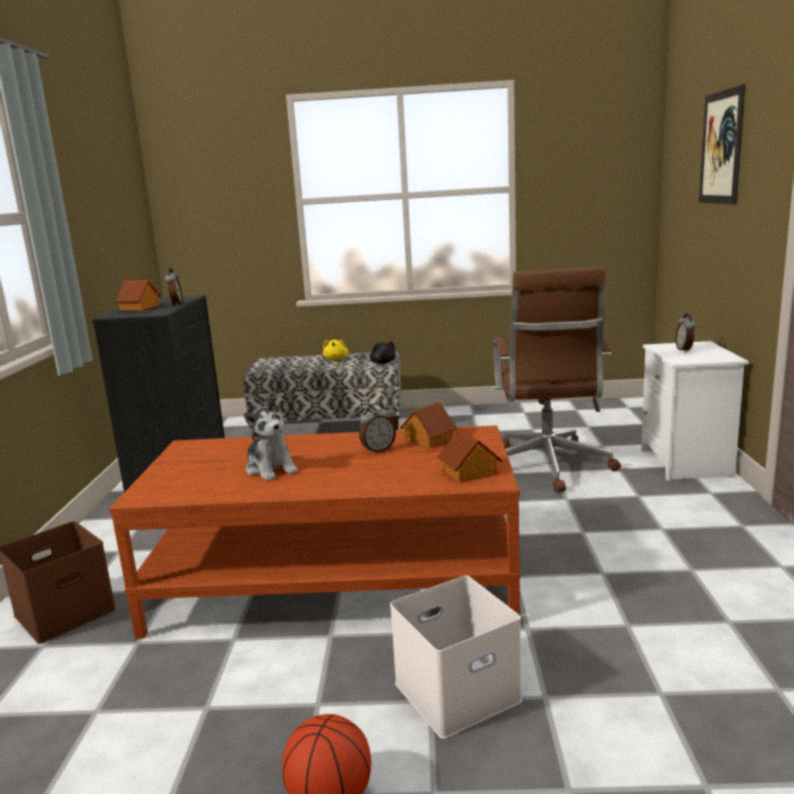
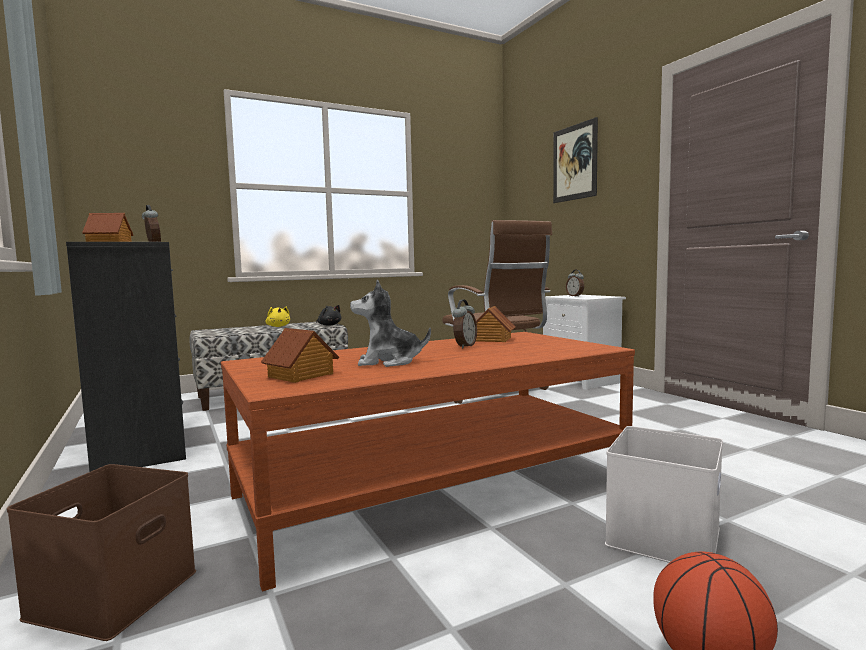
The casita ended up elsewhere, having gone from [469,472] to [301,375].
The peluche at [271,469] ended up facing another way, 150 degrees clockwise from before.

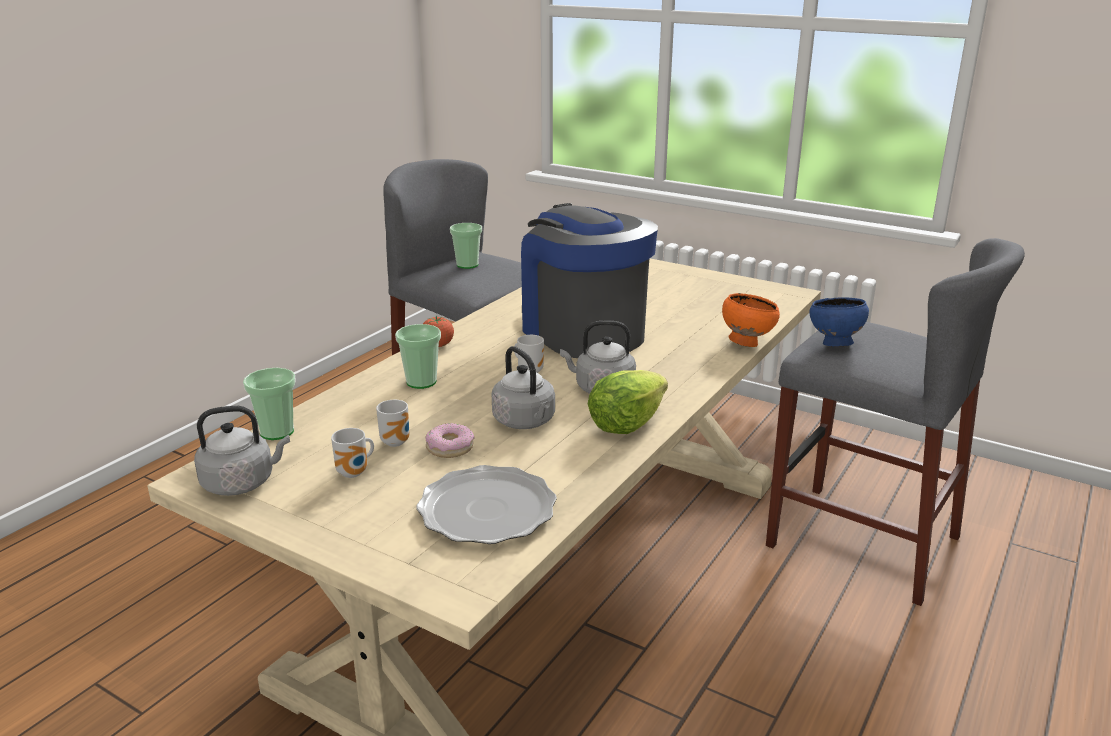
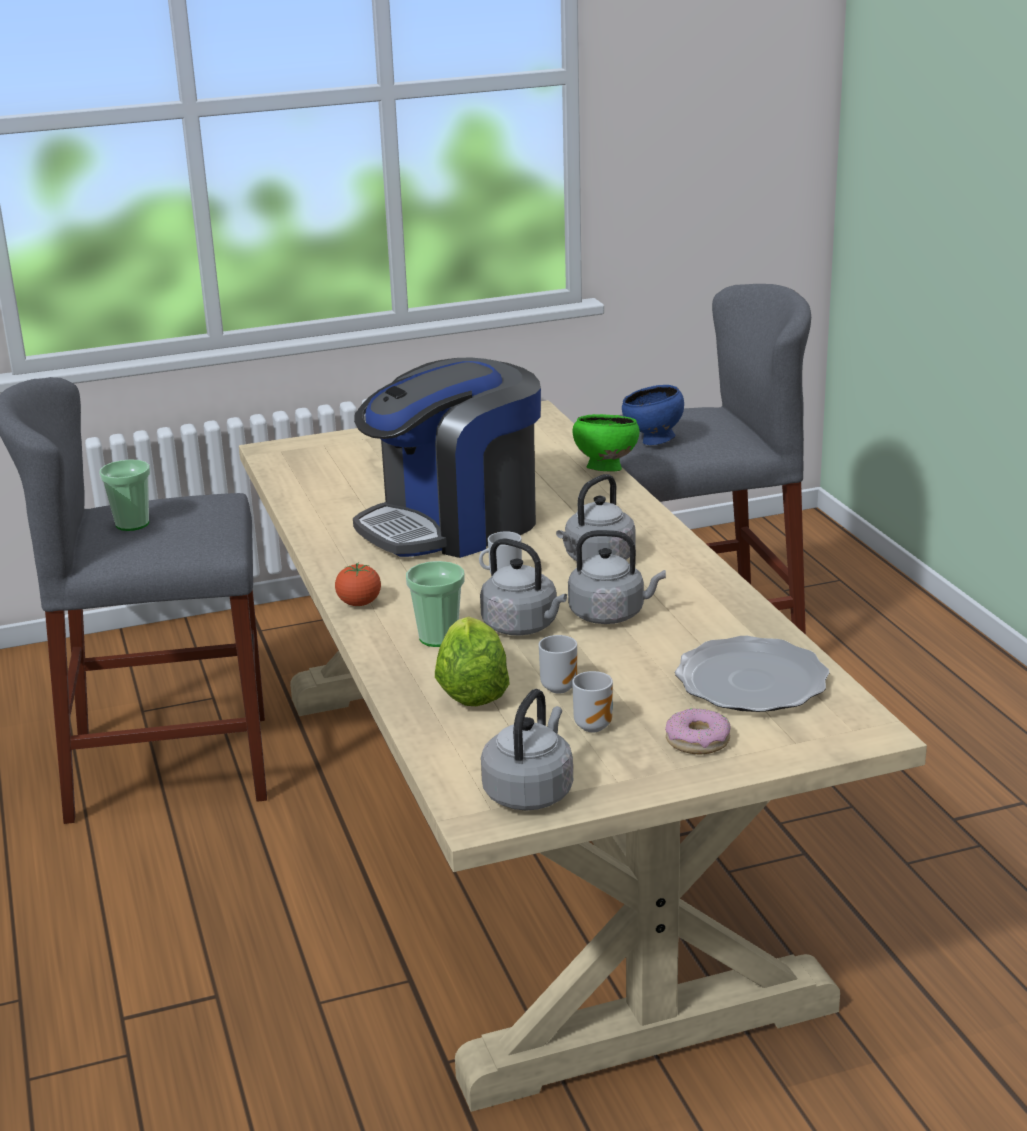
The second view lost the taza at [277,432].
The second view gained the hervidor (gris) at [523,626].
The rosquilla ended up elsewhere, having gone from [449,447] to [697,741].
The lechuga ended up elsewhere, having gone from [626,424] to [471,691].
What was the cuenco (naranja) at [746,343] turned into the cuenco (verde) at [604,469].
The cafetera at [582,331] ended up facing another way, 45 degrees counterclockwise from before.

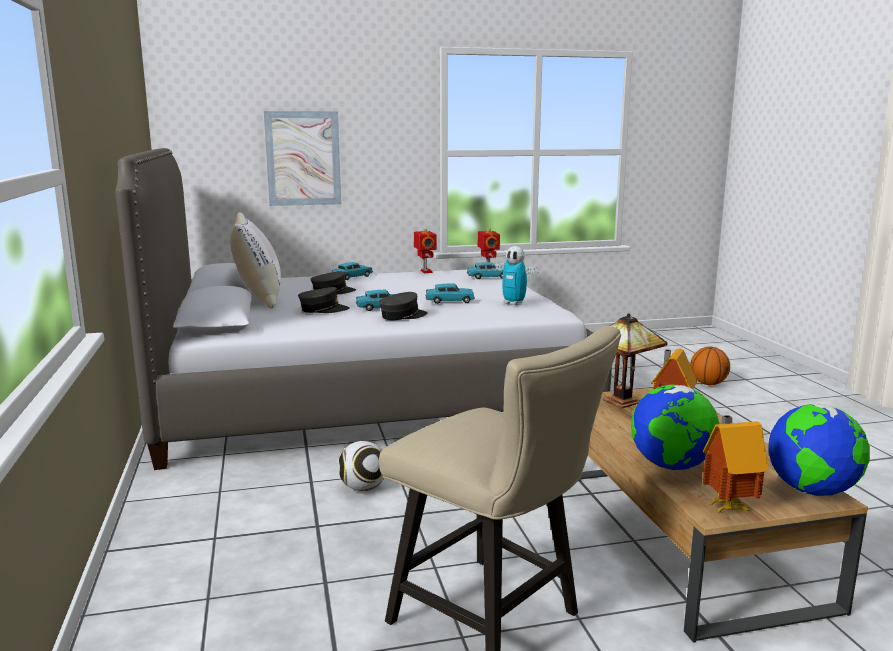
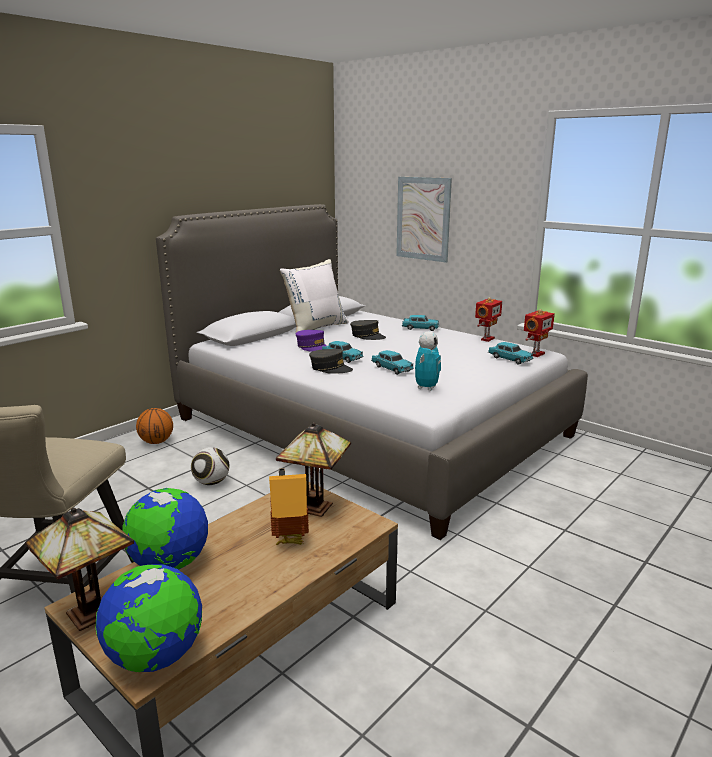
The balón de baloncesto ended up elsewhere, having gone from [708,384] to [156,442].
Where the casita stood at [727,507], the lámpara de mesa came to stand at [93,610].
What was the gorra (gris) at [323,309] turned into the gorra (morado) at [312,347].
The robot de juguete at [514,303] ended up facing another way, 150 degrees counterclockwise from before.

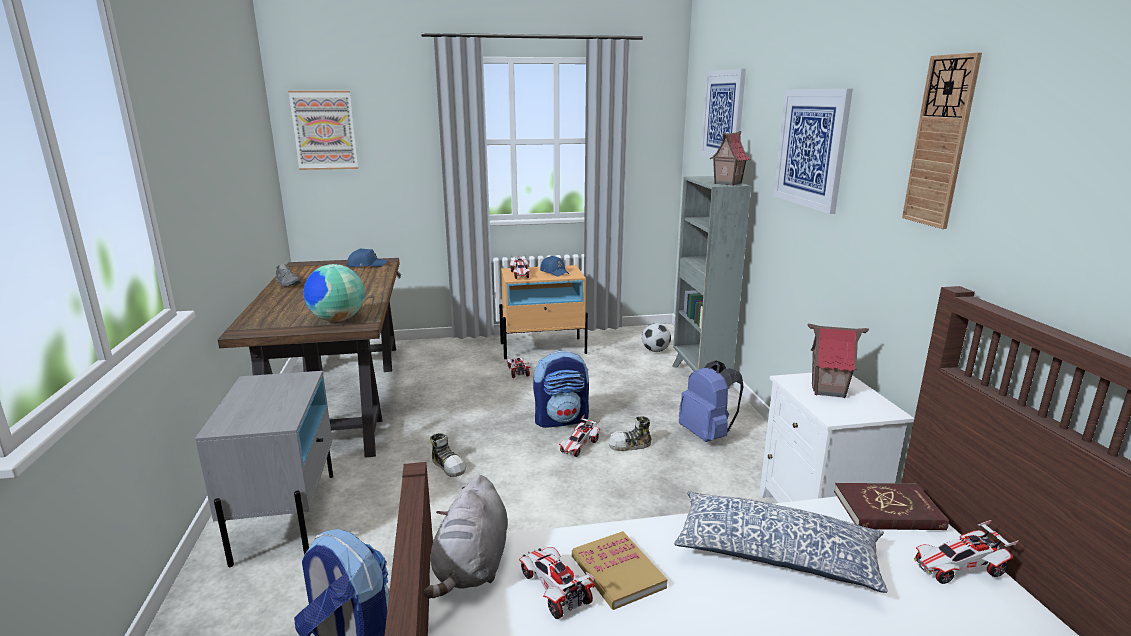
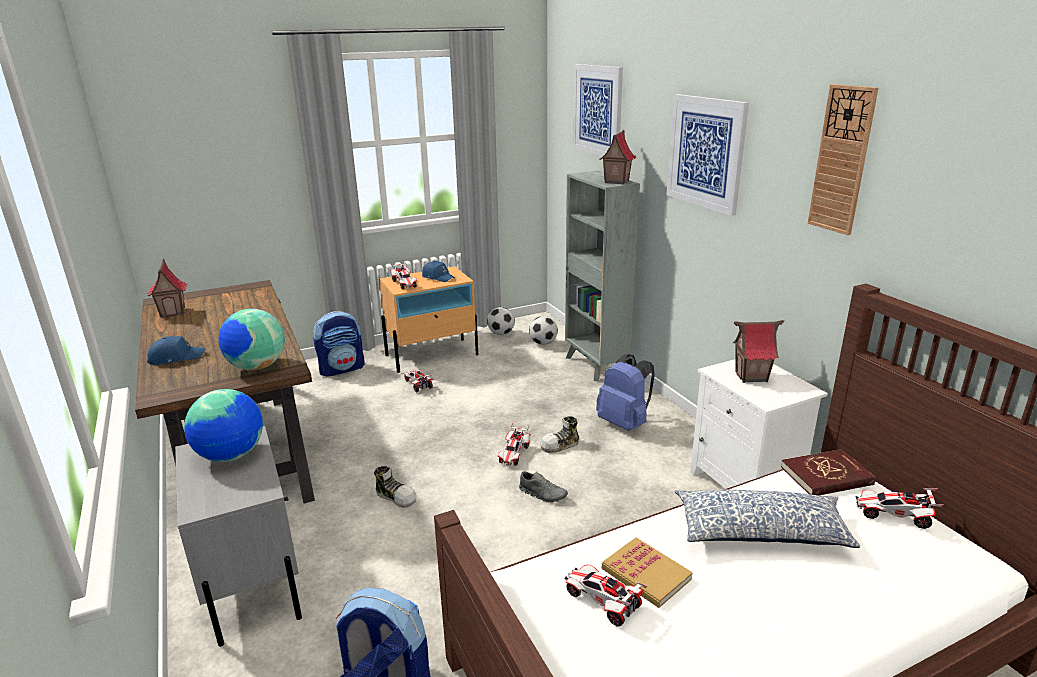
The second view lost the cuadro at [324,130].
The second view lost the peluche (gris) at [472,566].
The second view gained the casita at [173,312].
The second view gained the globo terráqueo at [231,455].
The second view gained the balón de fútbol at [501,333].
The zapato (gris) ended up elsewhere, having gone from [288,284] to [543,494].
The gorra (azul) ended up elsewhere, having gone from [366,265] to [176,357].
The mochila ended up elsewhere, having gone from [561,420] to [342,369].
The coche de juguete at [958,569] ended up facing another way, 45 degrees clockwise from before.

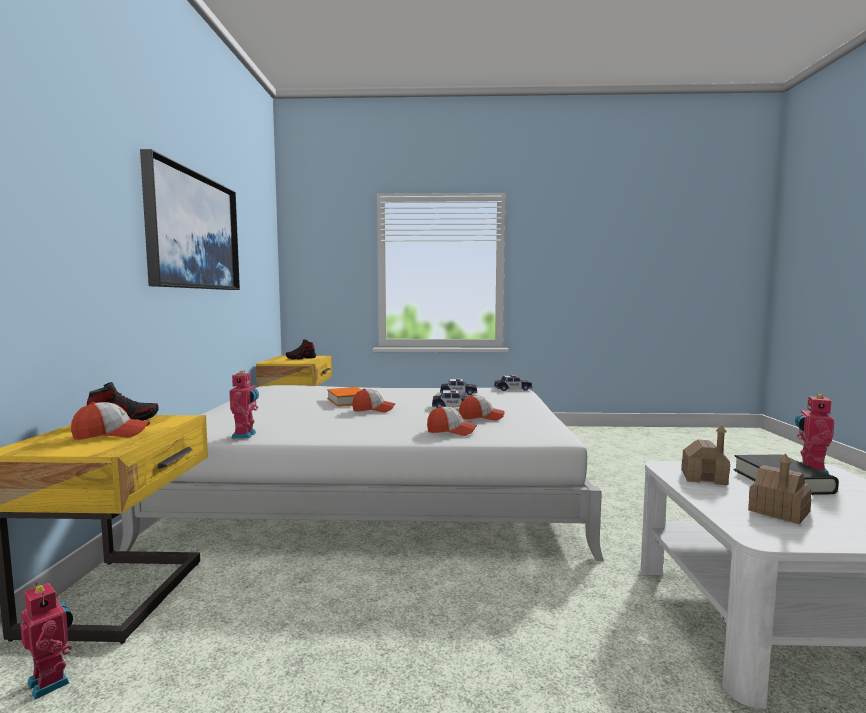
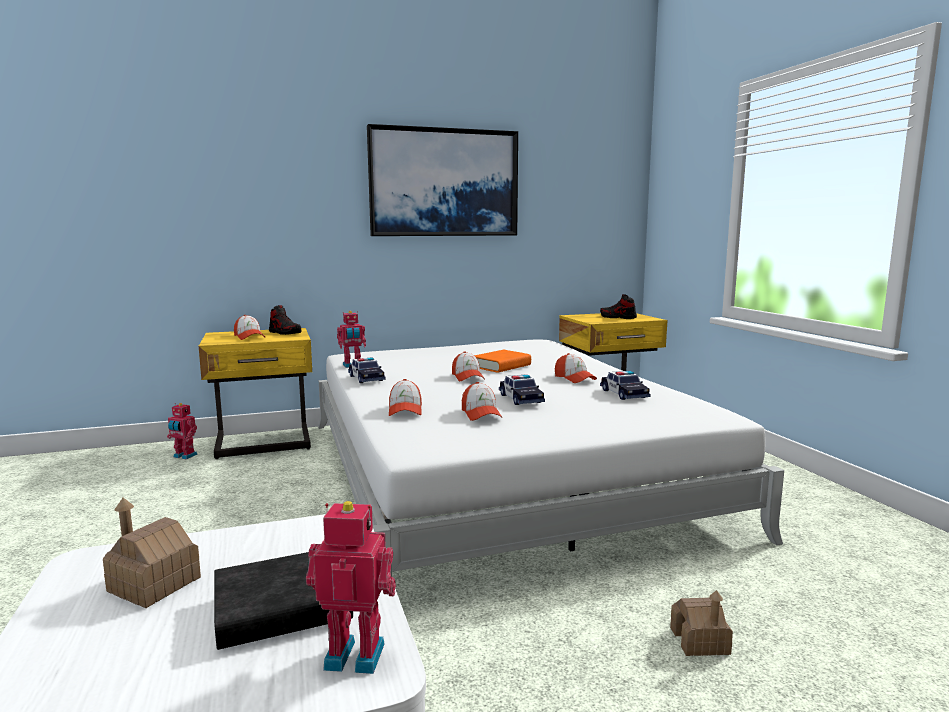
The second view gained the gorra at [574,378].
The coche de juguete ended up elsewhere, having gone from [512,389] to [366,378].
The casita ended up elsewhere, having gone from [704,477] to [699,641].
The robot de juguete at [52,681] ended up facing another way, 90 degrees clockwise from before.

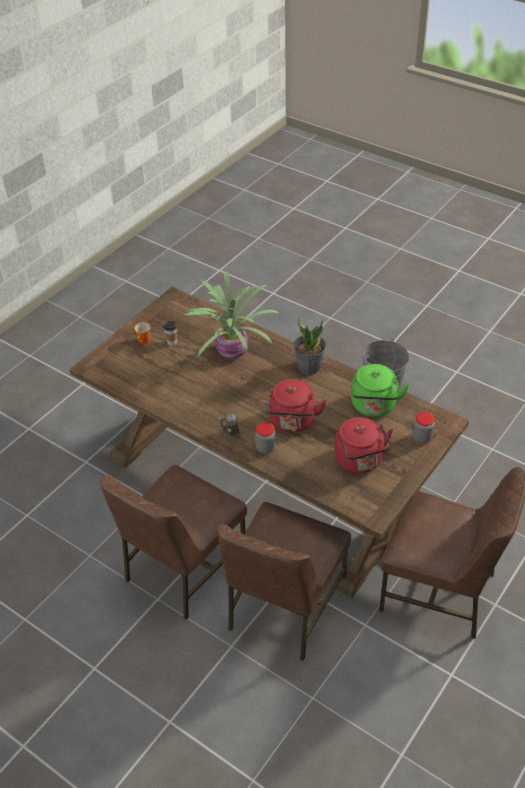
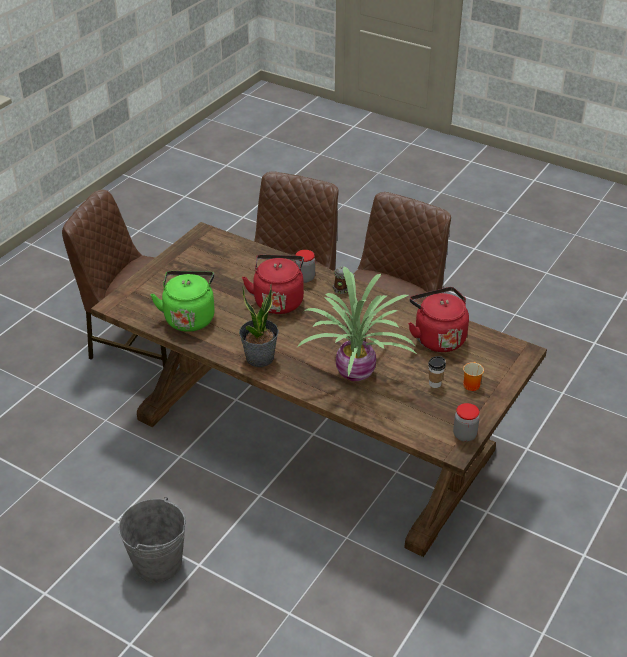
The hervidor (rojo) ended up elsewhere, having gone from [360,461] to [437,337].
The tarro ended up elsewhere, having gone from [422,437] to [464,435].

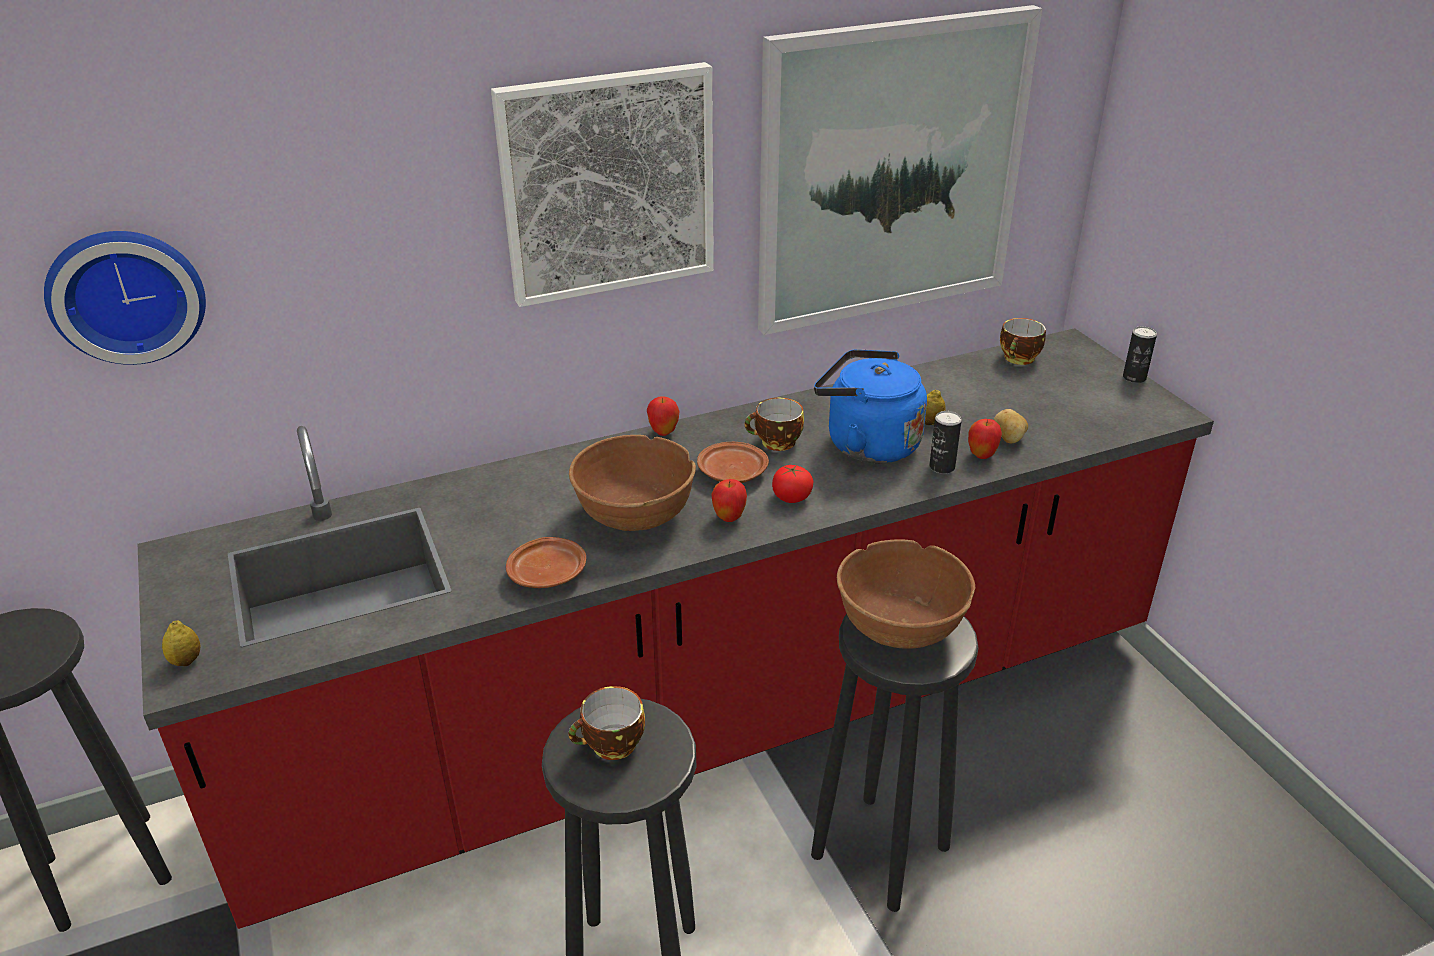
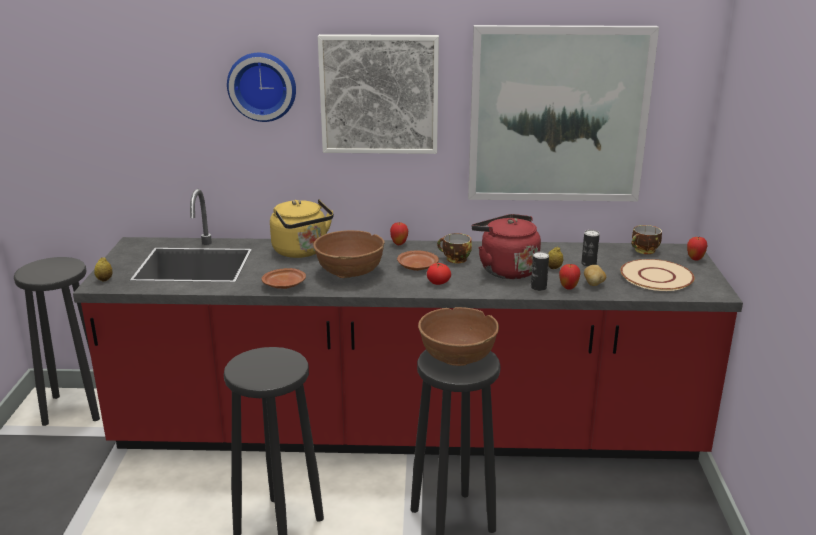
The second view lost the taza at [611,746].
The second view gained the hervidor (amarillo) at [302,251].
The second view gained the plato (beis) at [656,276].
The reloj de pared ended up elsewhere, having gone from [126,294] to [262,86].
The manzana ended up elsewhere, having gone from [729,518] to [695,259].
The lata ended up elsewhere, having gone from [1134,378] to [588,264].
What was the hervidor (azul) at [866,444] turned into the hervidor (rojo) at [505,269].

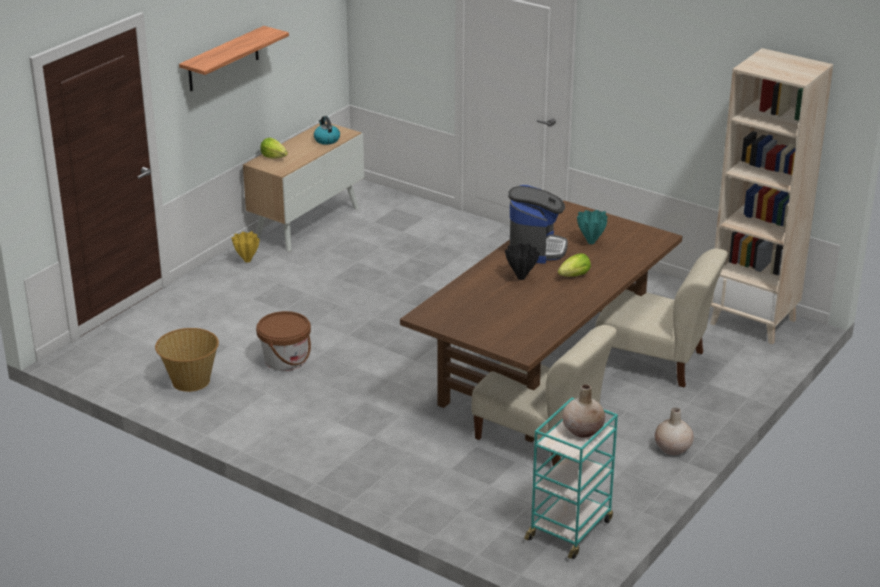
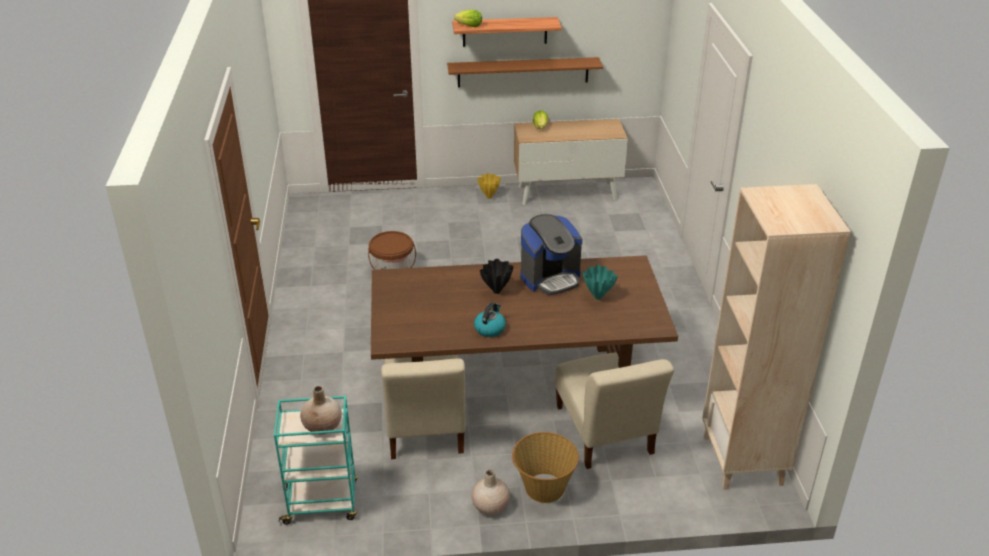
The second view gained the estante (marrón) at [523,72].
The cesta ended up elsewhere, having gone from [190,381] to [543,488].
The hervidor ended up elsewhere, having gone from [326,140] to [490,329].
The lechuga ended up elsewhere, having gone from [575,276] to [469,26].

